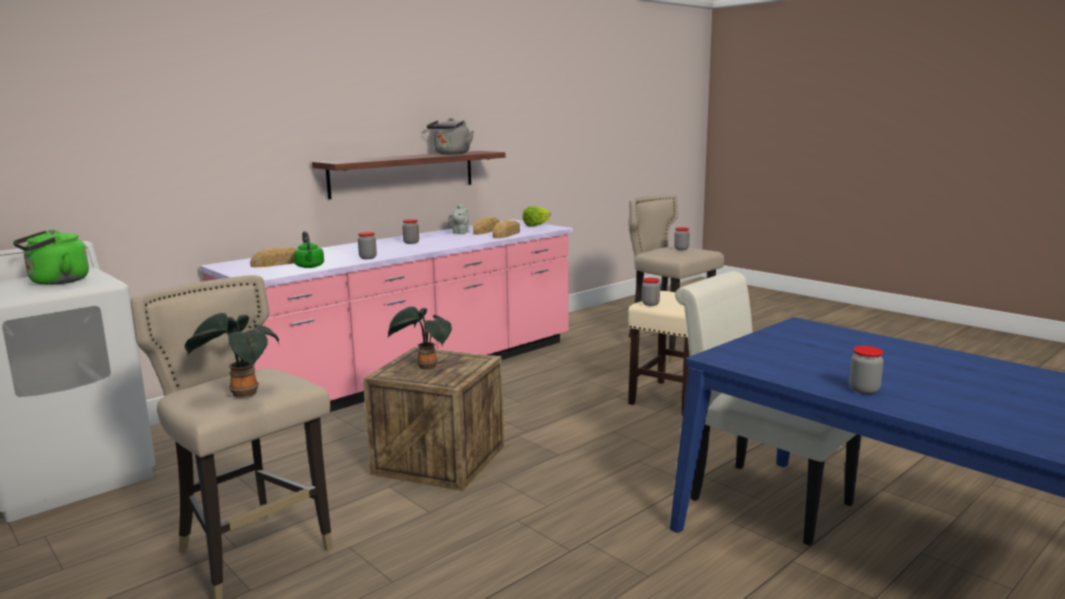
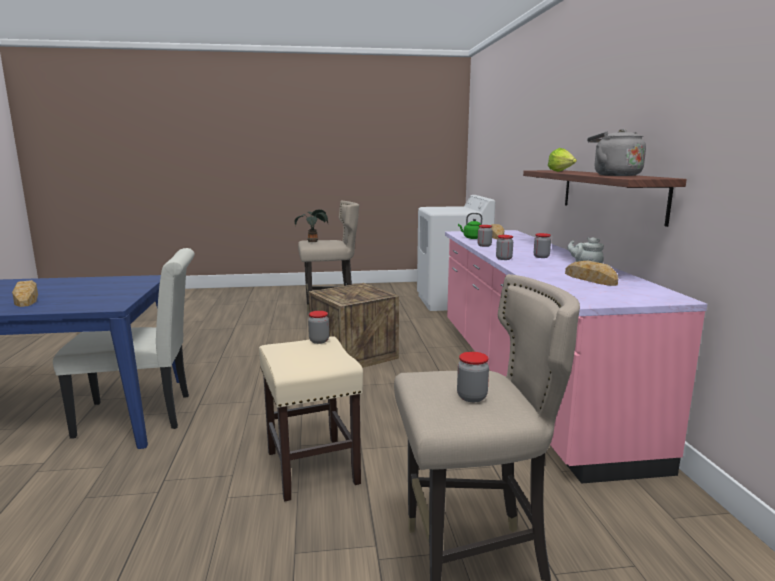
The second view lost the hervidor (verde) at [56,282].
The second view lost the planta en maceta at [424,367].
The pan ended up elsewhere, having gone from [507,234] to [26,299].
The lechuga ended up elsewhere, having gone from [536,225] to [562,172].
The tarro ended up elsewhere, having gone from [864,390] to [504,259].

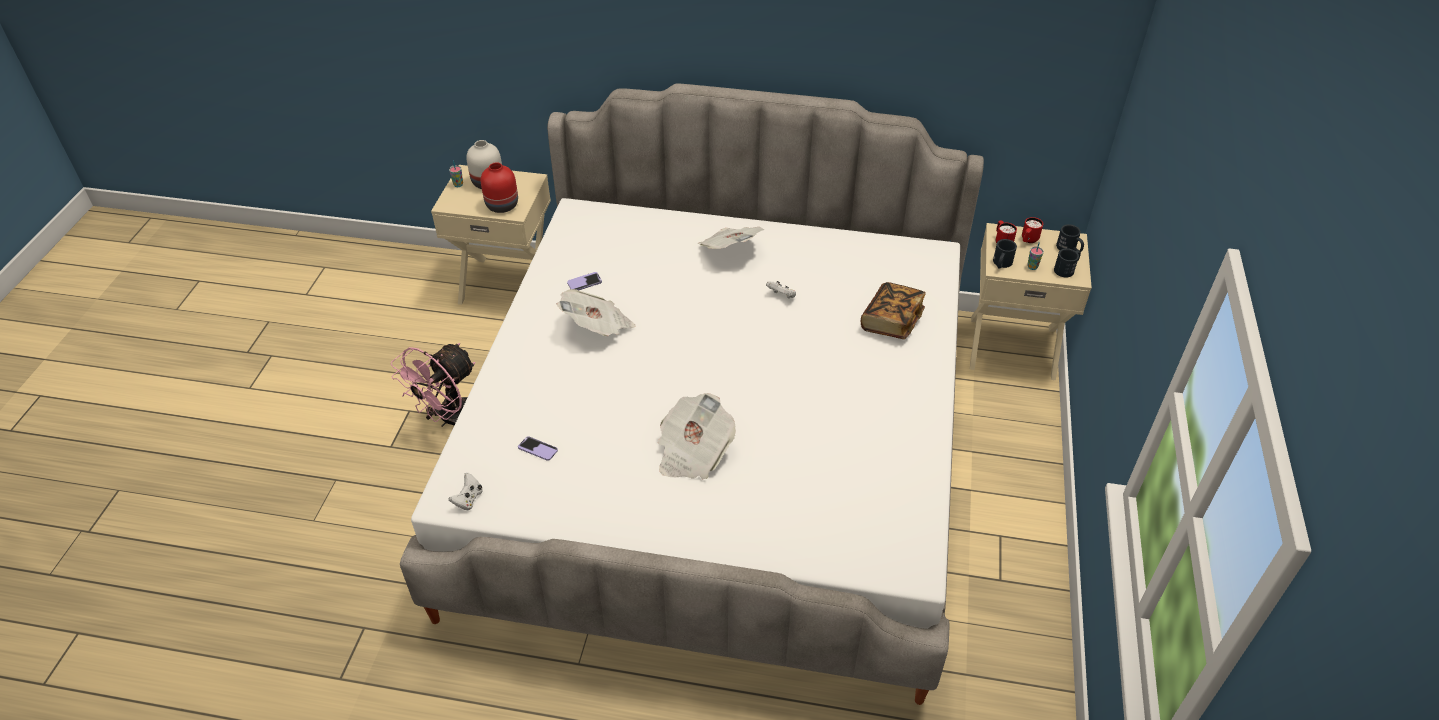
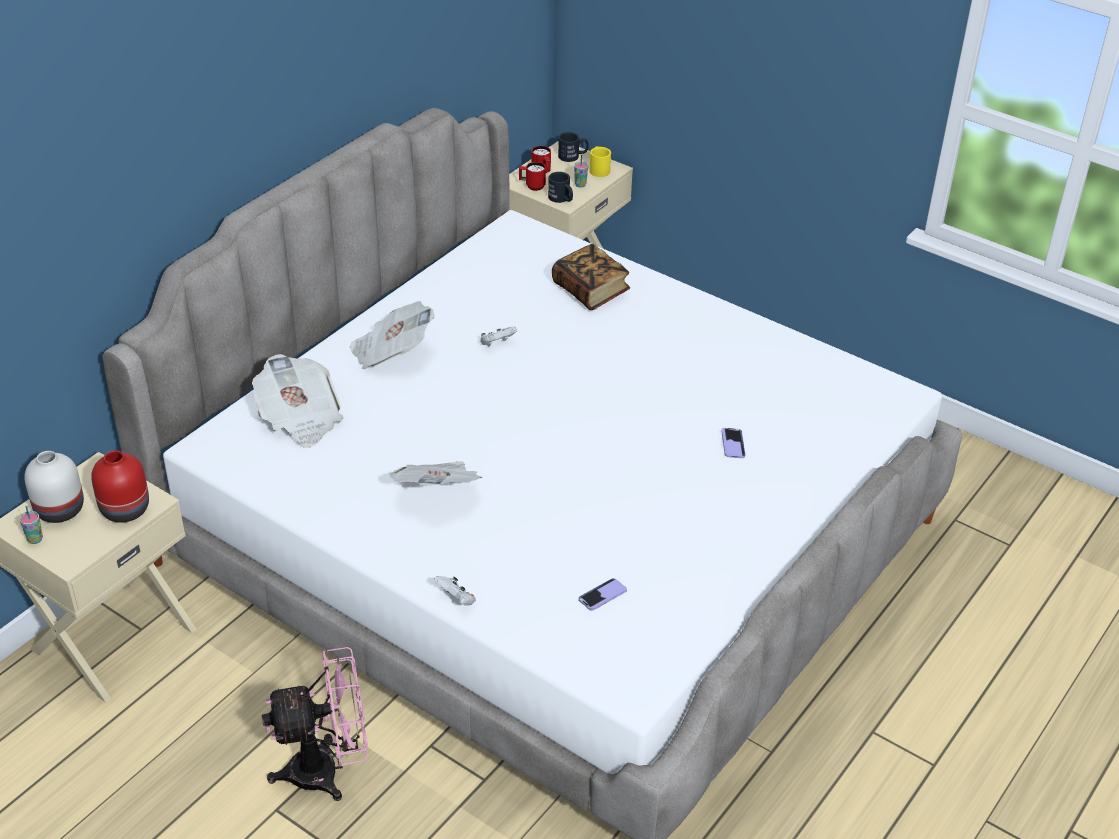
The mando de consola (blanco) ended up elsewhere, having gone from [468,499] to [456,599].
The móvil ended up elsewhere, having gone from [584,283] to [733,444].
The periódico ended up elsewhere, having gone from [693,452] to [300,419].
What was the taza grande (negro) at [1067,269] turned into the taza grande (amarillo) at [598,169].
The ventilador (rosa) at [449,420] ended up facing another way, 75 degrees counterclockwise from before.

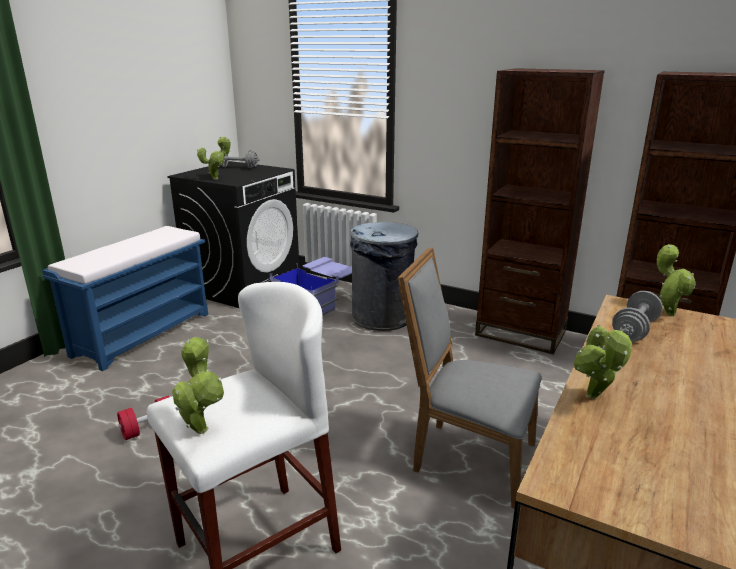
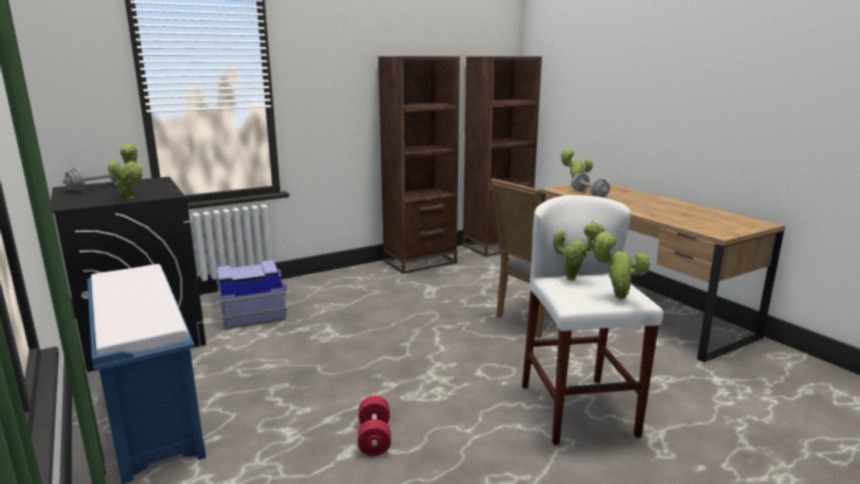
The second view lost the papelera (gris) at [382,318].
The planta en maceta ended up elsewhere, having gone from [594,398] to [574,279].

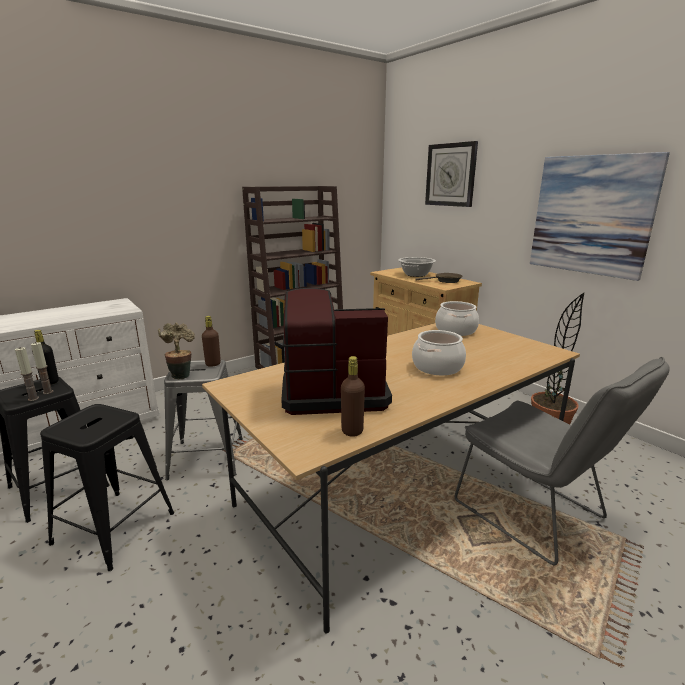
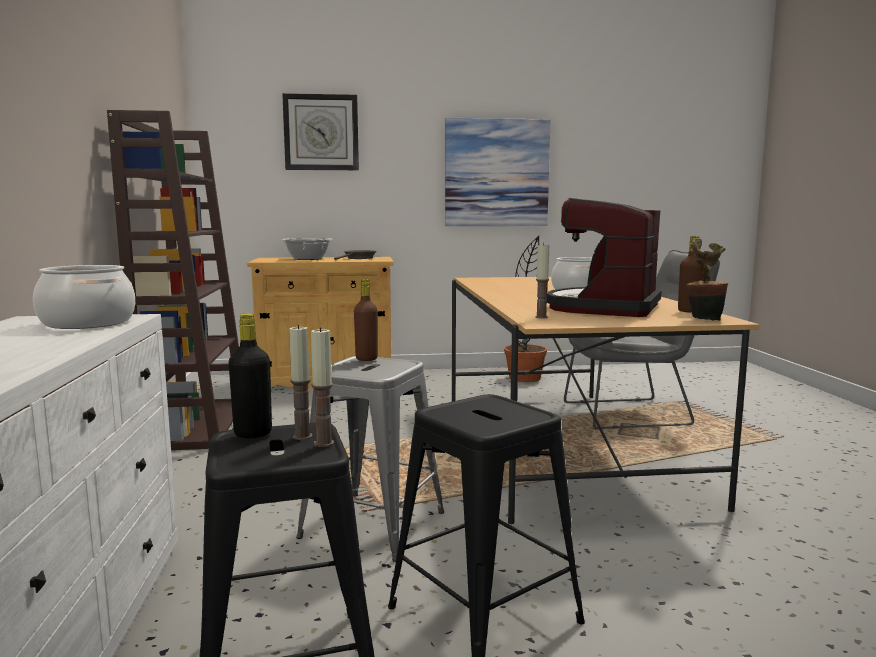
The second view gained the vela at [541,317].
The planta en maceta ended up elsewhere, having gone from [181,375] to [702,319].
The olla ended up elsewhere, having gone from [456,330] to [88,323].

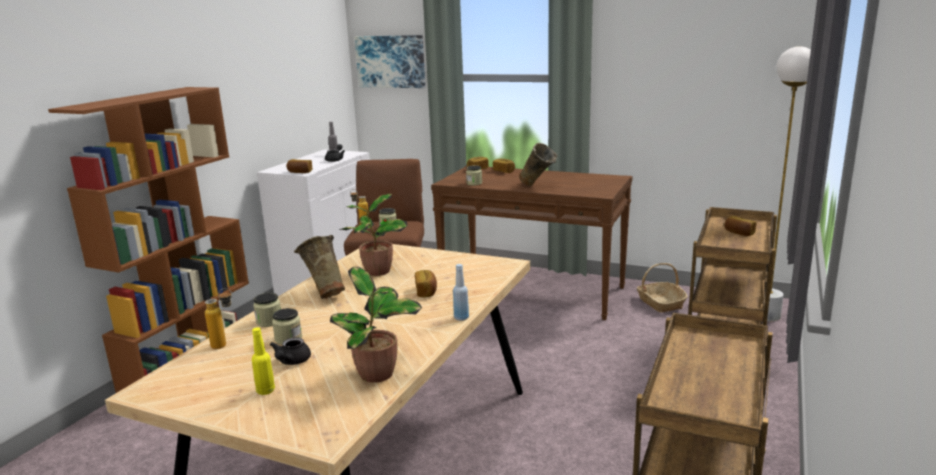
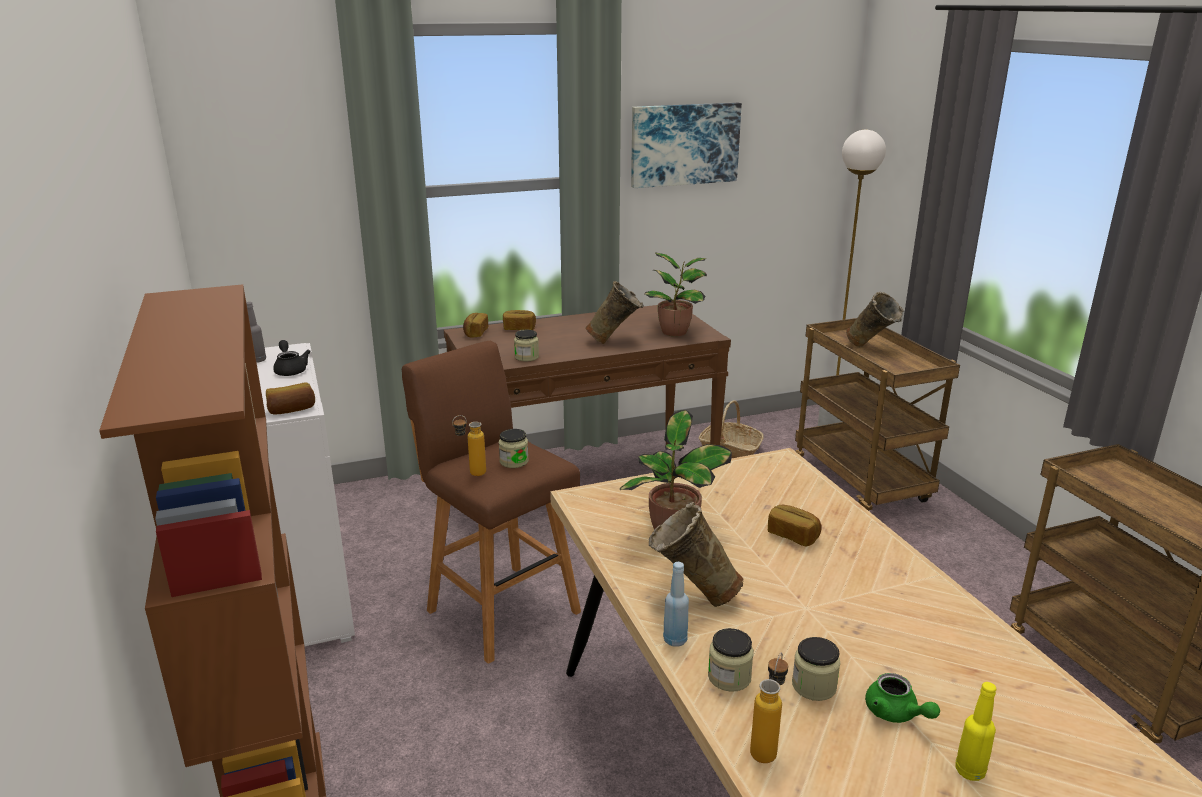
The planta en maceta ended up elsewhere, having gone from [378,375] to [676,332].
The cuadro ended up elsewhere, having gone from [391,61] to [684,144].
The botella (azul) ended up elsewhere, having gone from [461,318] to [675,640].
Where the pan stood at [739,233], the florero (beis) came to stand at [871,349].
What was the tetera (negro) at [291,362] turned into the tetera (verde) at [896,714].

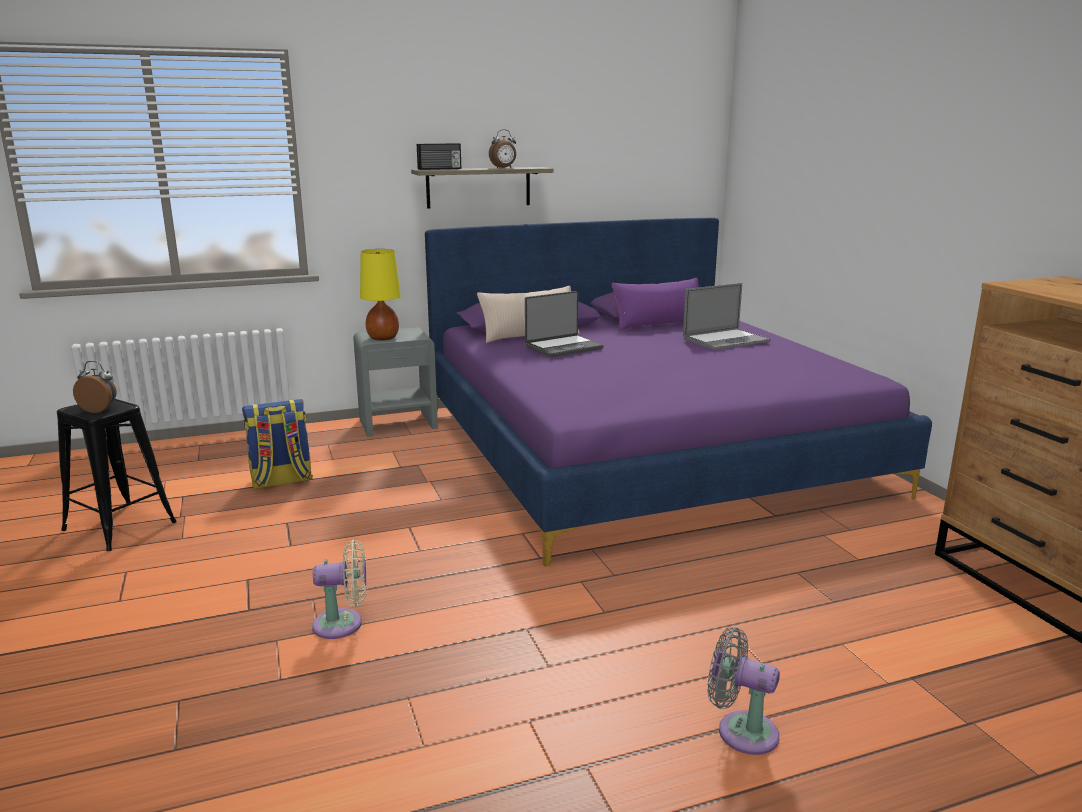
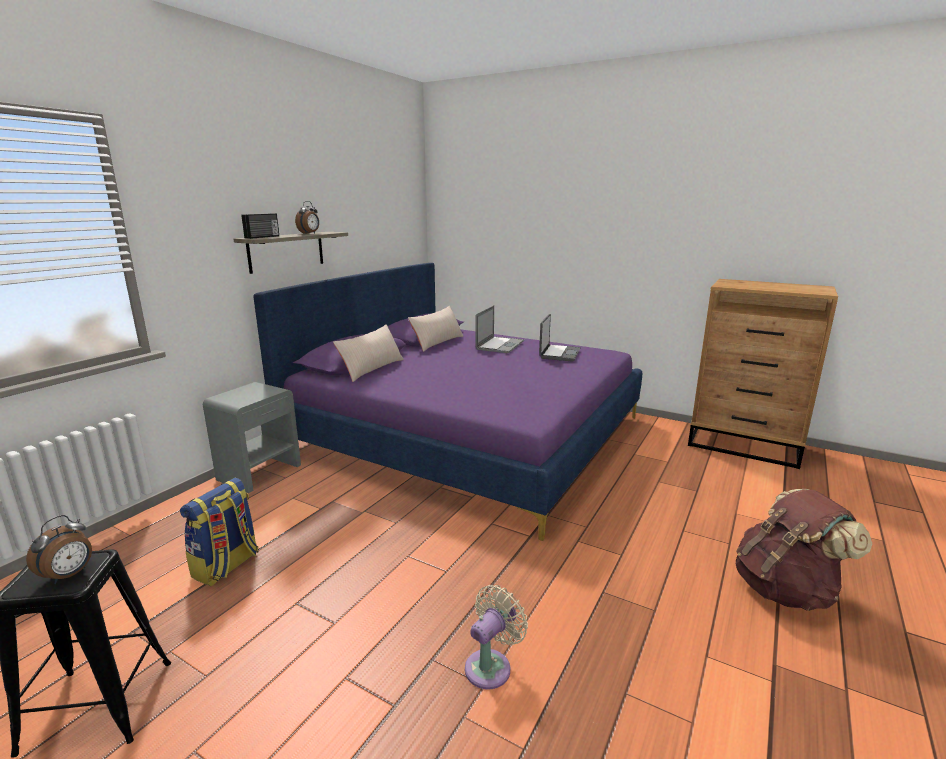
The second view lost the lámpara de mesa (amarillo) at [383,338].
The portátil ended up elsewhere, having gone from [563,347] to [559,354].
Where the ventilador (gris) stood at [741,731], the mochila (marrón) came to stand at [785,590].
What was the cojín (morado) at [658,324] turned into the cojín (beis) at [437,342].
The despertador at [100,410] ended up facing another way, 150 degrees clockwise from before.

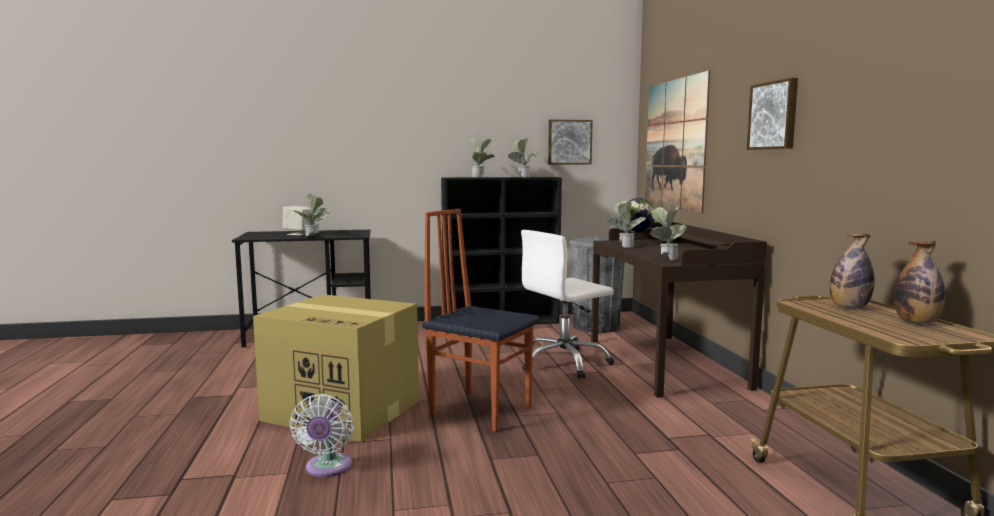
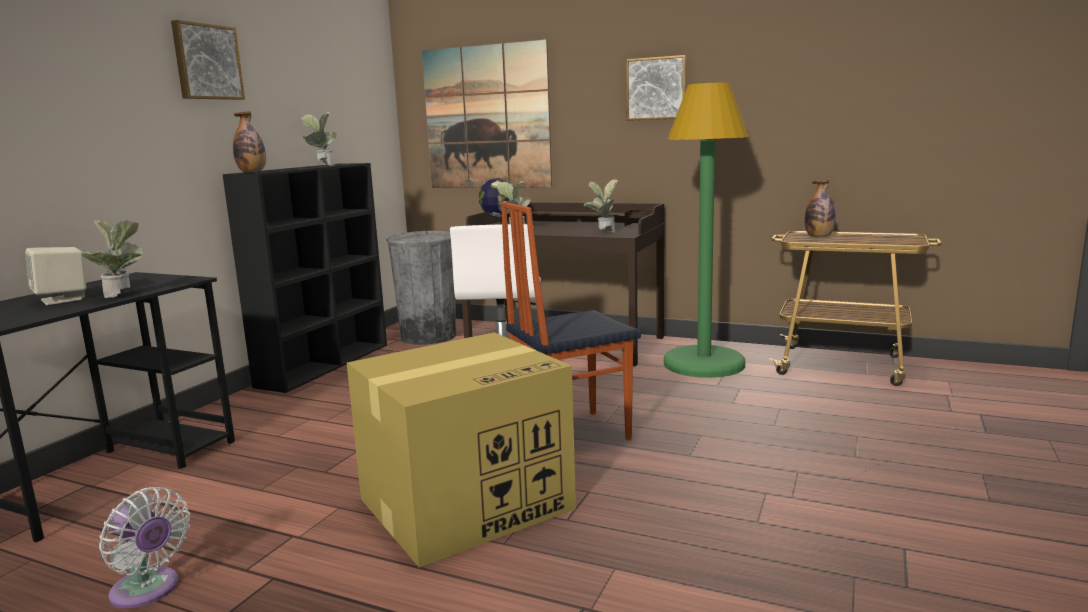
The second view lost the planta en maceta at [481,177].
The second view gained the lámpara de pie (verde) at [704,364].
The ventilador (blanco) ended up elsewhere, having gone from [327,468] to [148,591].
The cuadro ended up elsewhere, having gone from [569,142] to [206,62].
The botella ended up elsewhere, having gone from [917,322] to [252,172].

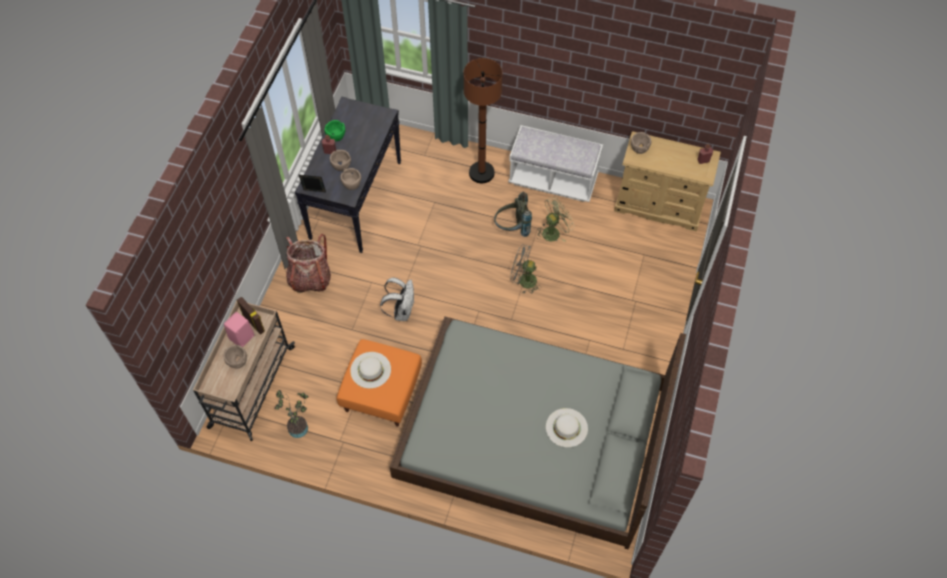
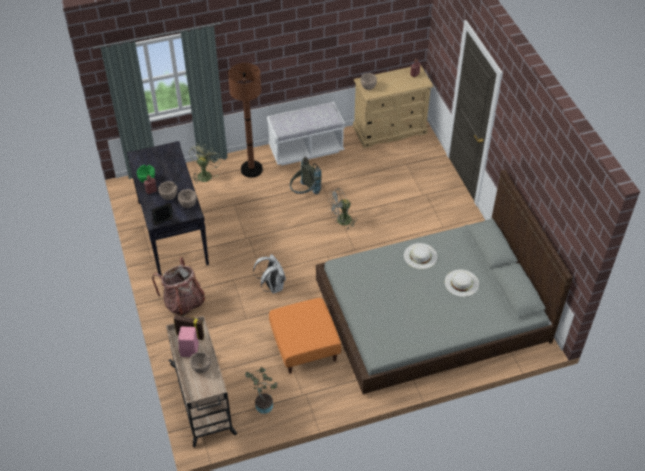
The sombrero (blanco) ended up elsewhere, having gone from [370,370] to [420,256].
The ventilador (verde) ended up elsewhere, having gone from [553,231] to [205,174].

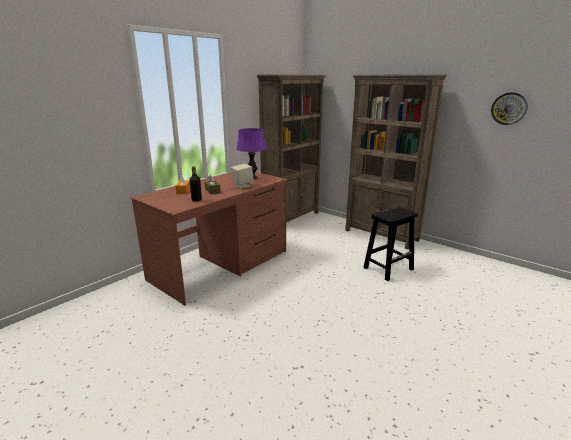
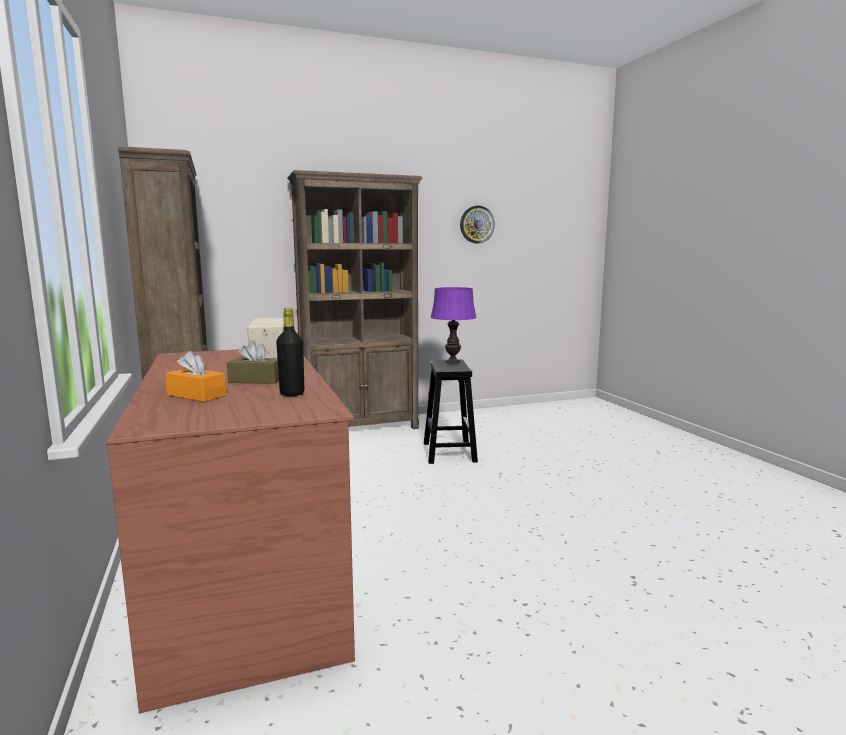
The lámpara de mesa (morado) ended up elsewhere, having gone from [252,178] to [453,362].

